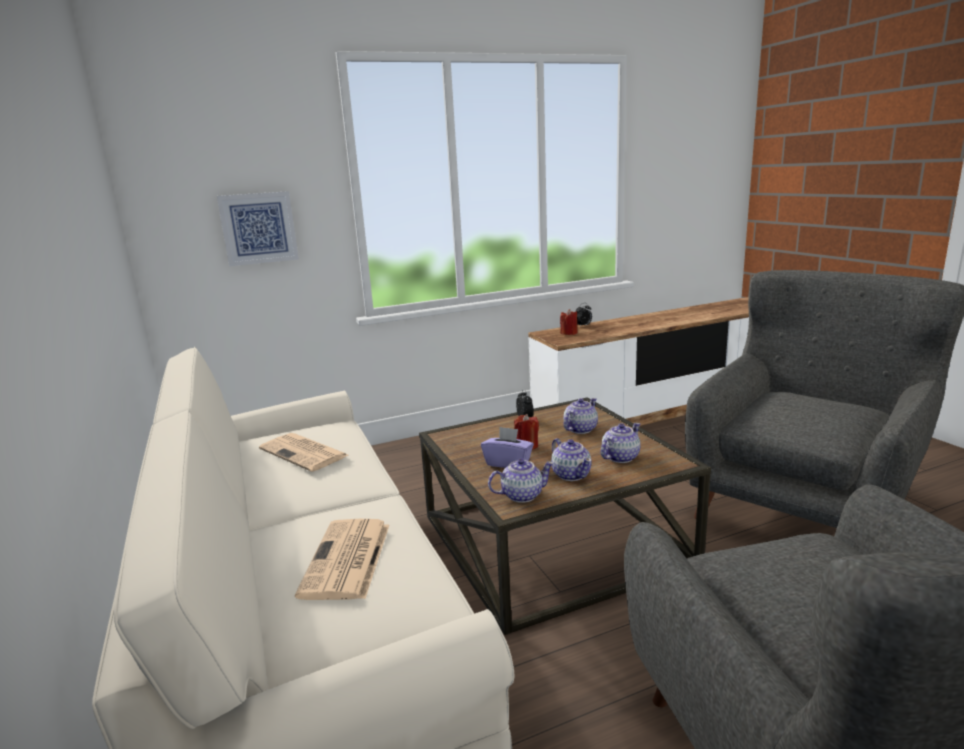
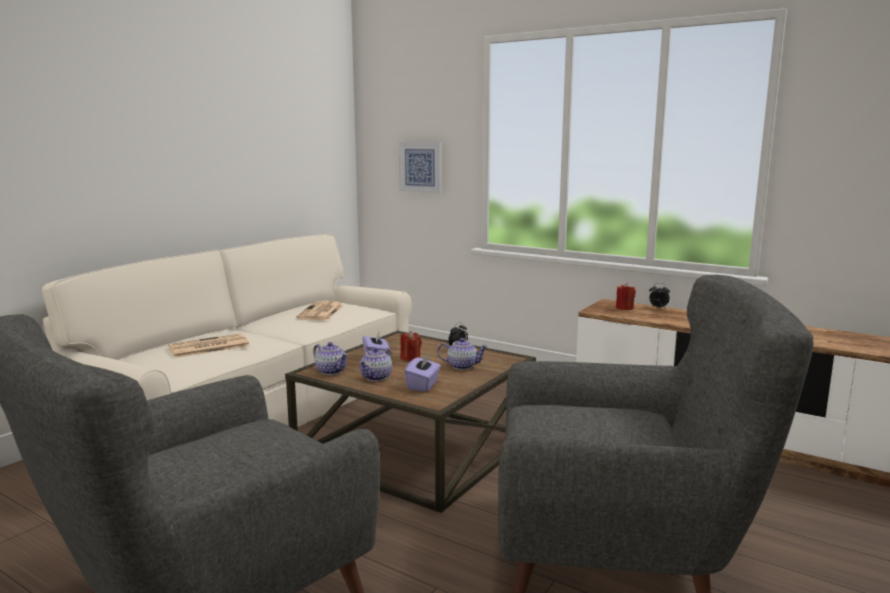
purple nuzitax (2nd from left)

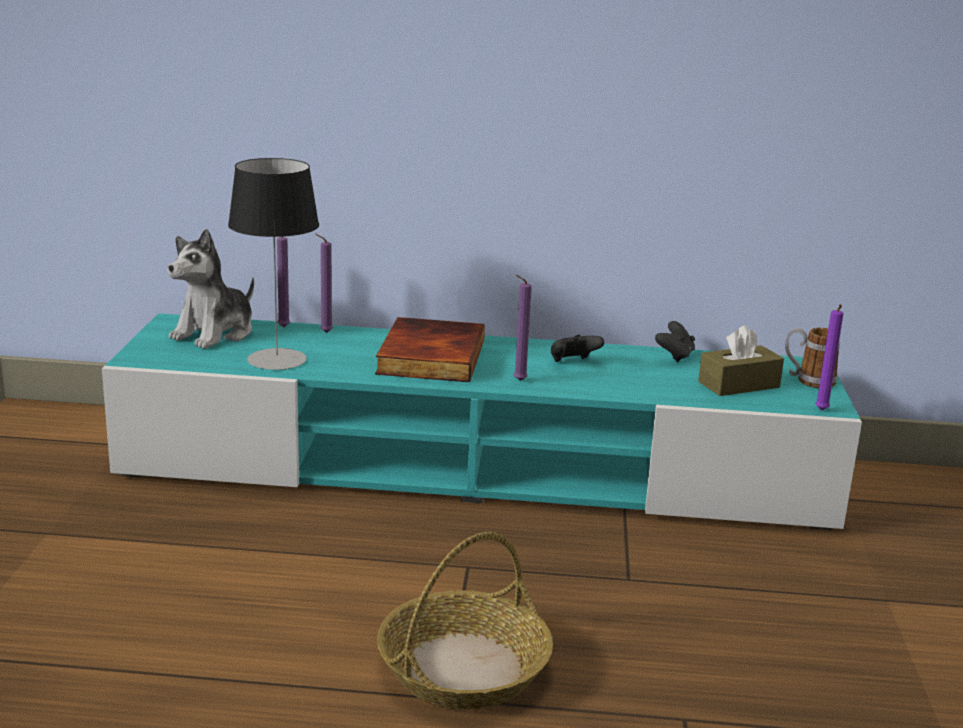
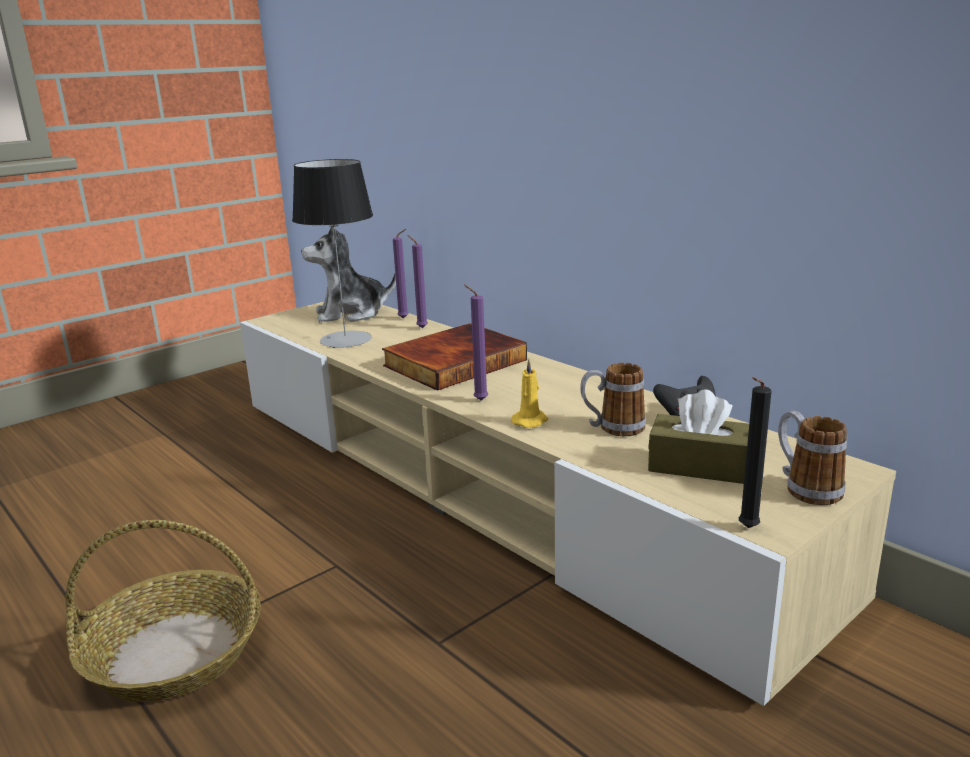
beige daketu
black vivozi (1st from left in the first image)
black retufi
yellow retufi
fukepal (1st from left)

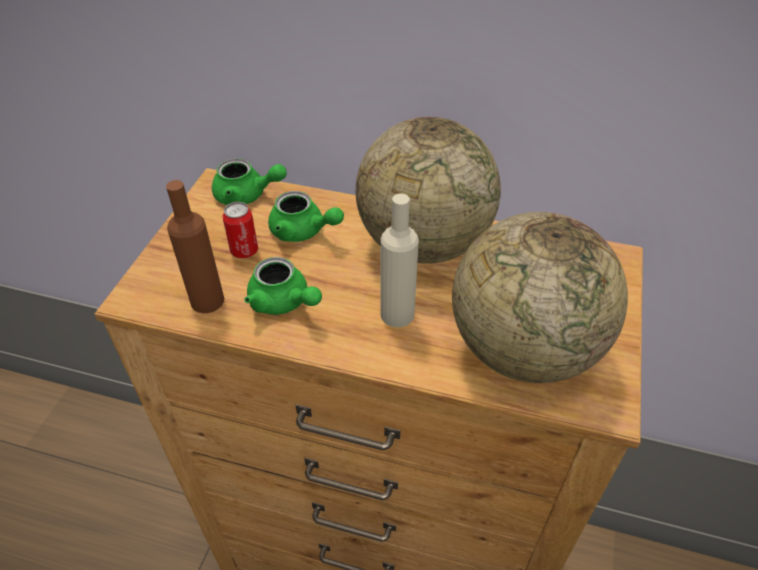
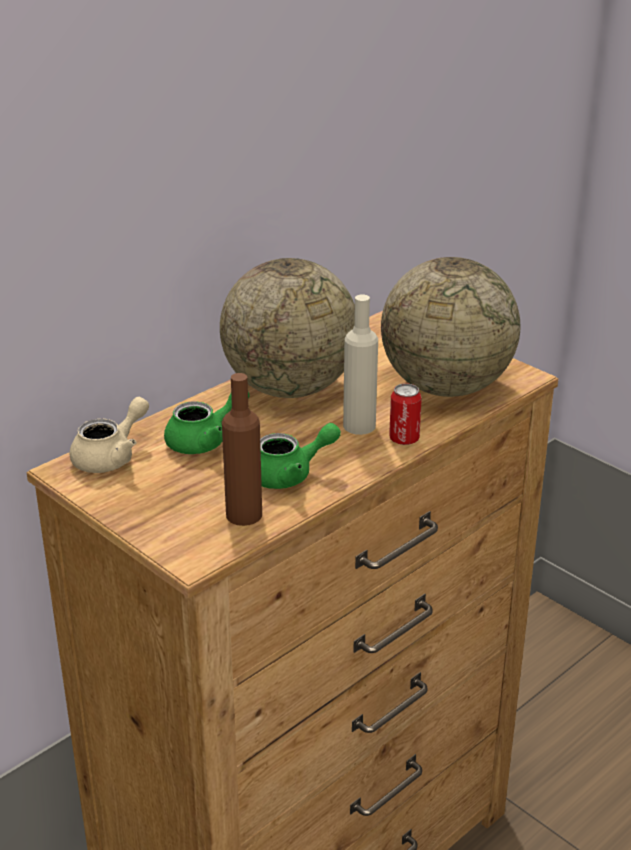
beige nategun
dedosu

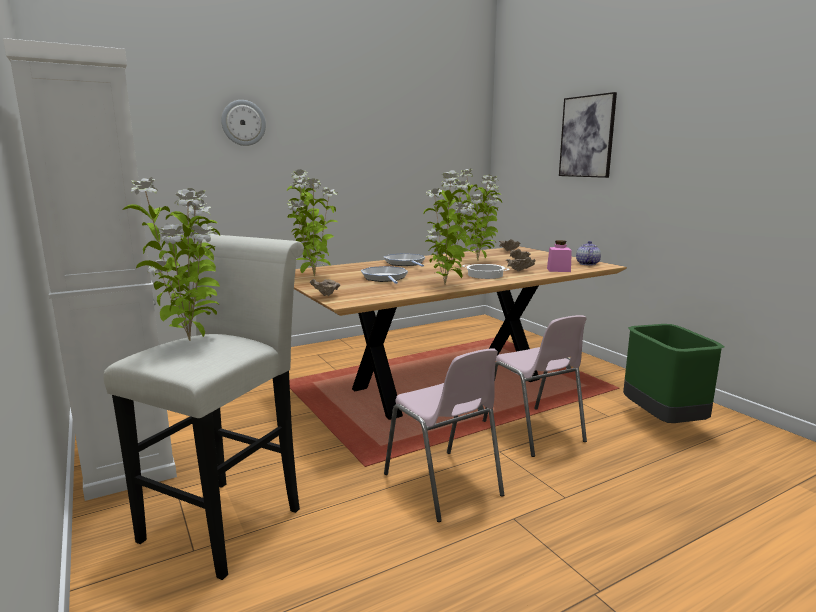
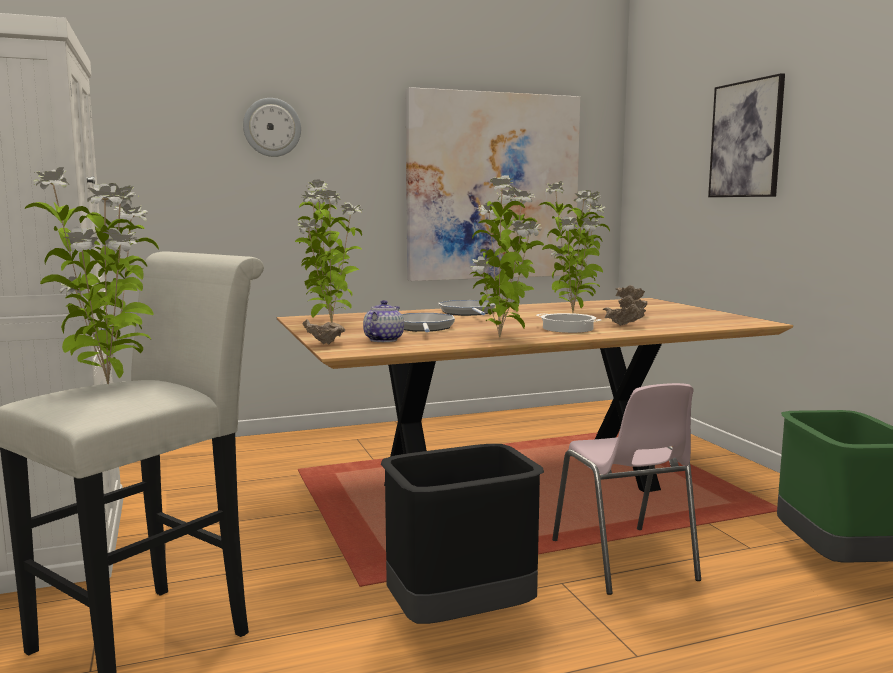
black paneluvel
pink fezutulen
nategun
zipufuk (1st from left)

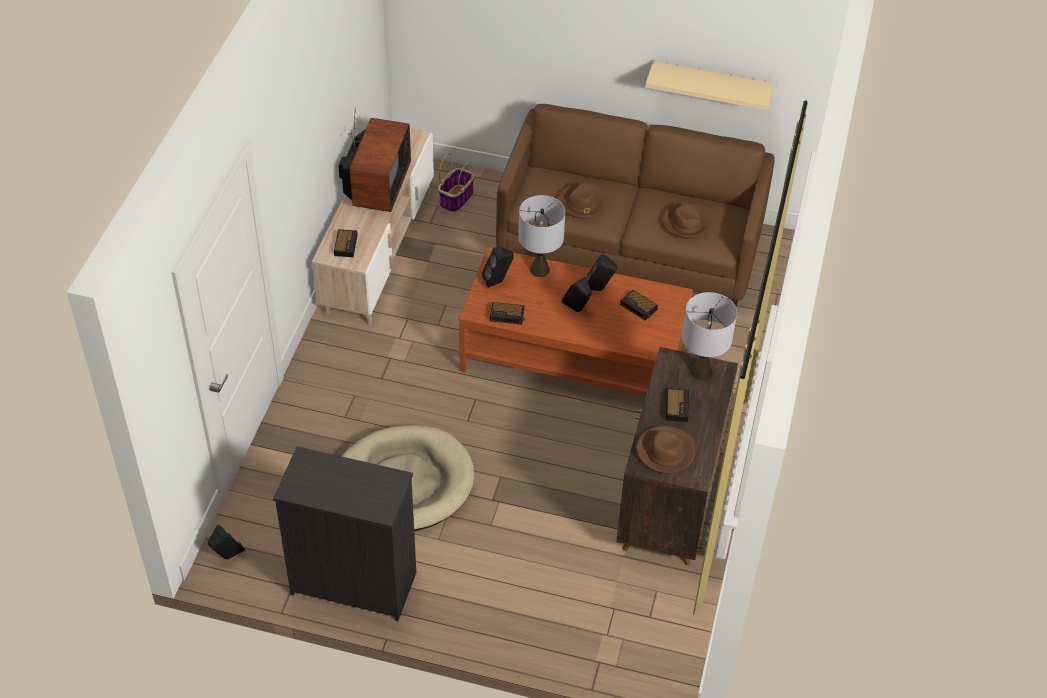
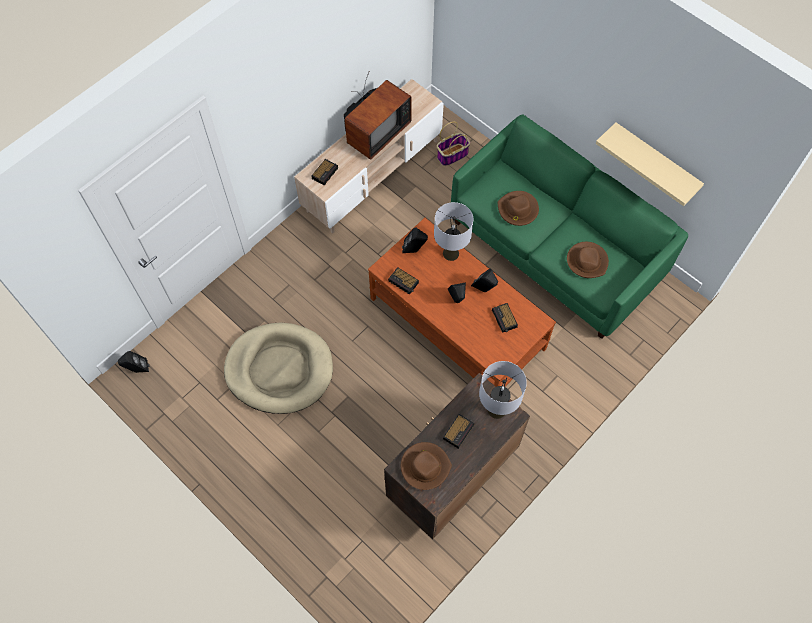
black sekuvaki
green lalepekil

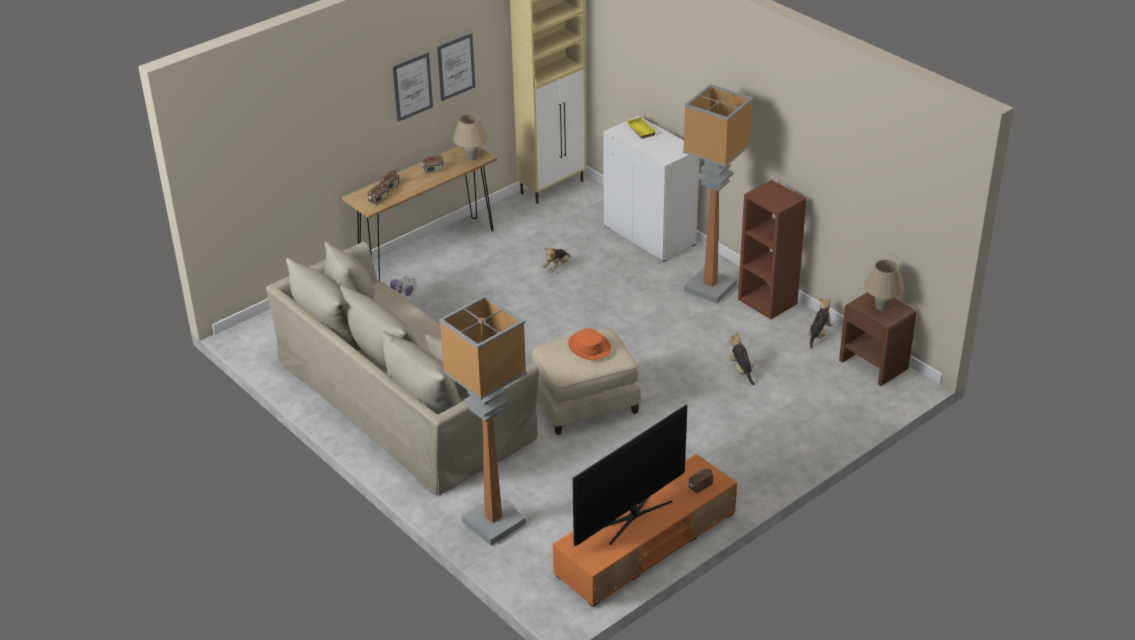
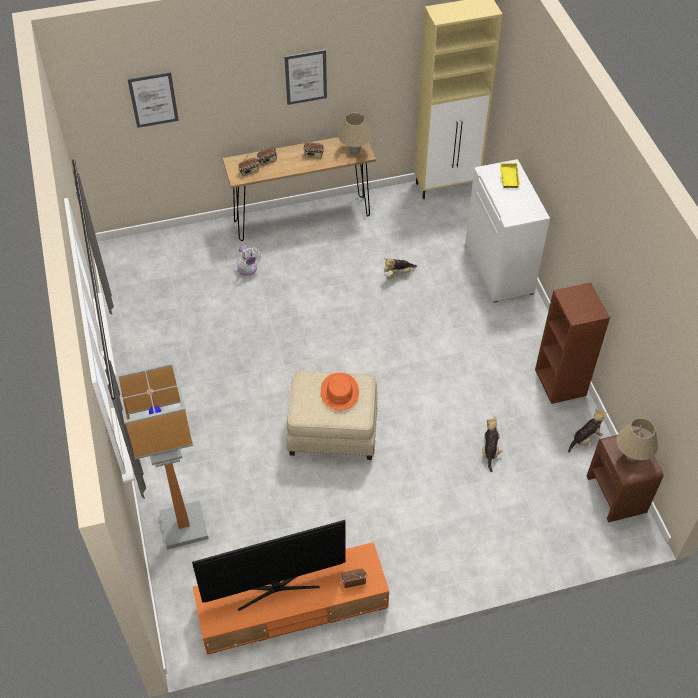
beige lalepekil
zipufuk (1st from left)
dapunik (2nd from left in the first image)

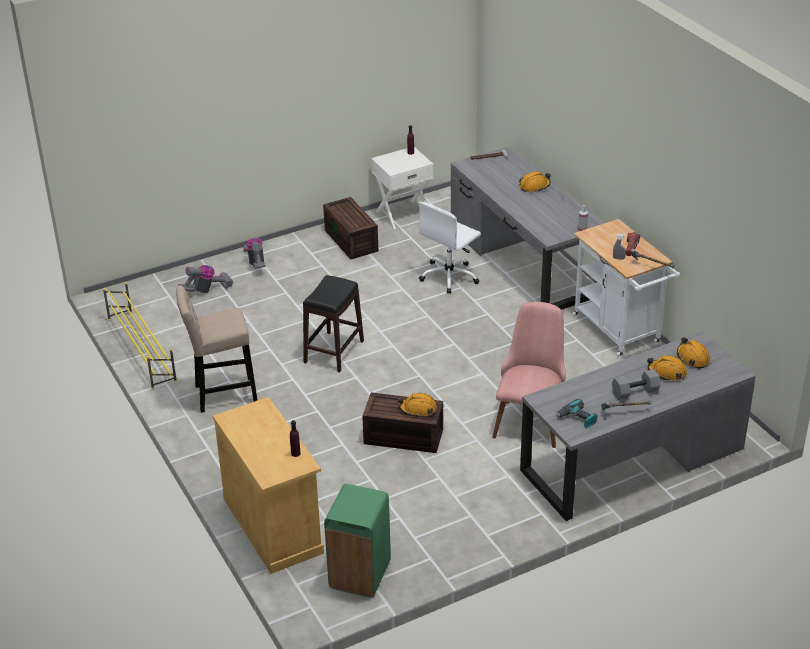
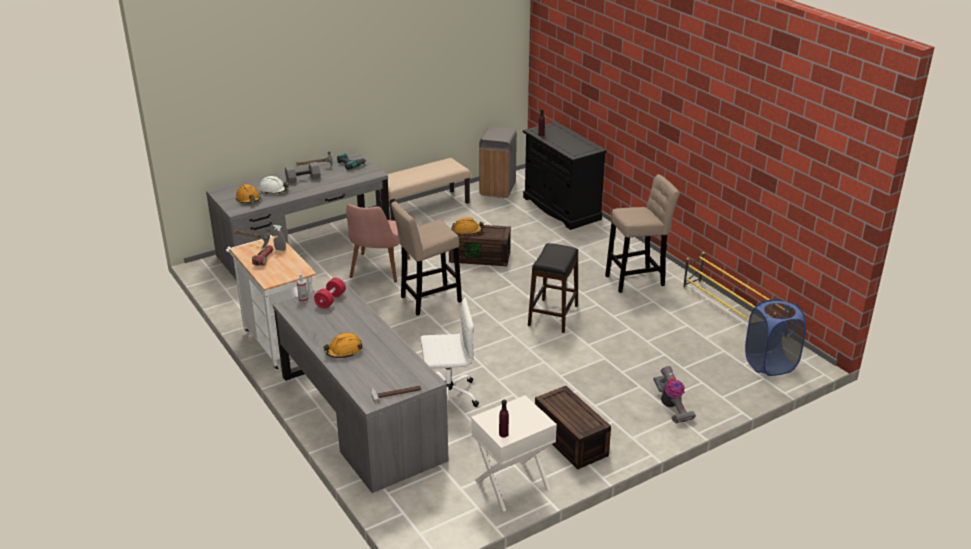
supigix (1st from left in the first image)
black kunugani
grey paneluvel
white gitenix
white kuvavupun
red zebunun
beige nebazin
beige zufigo (1st from left)
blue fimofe

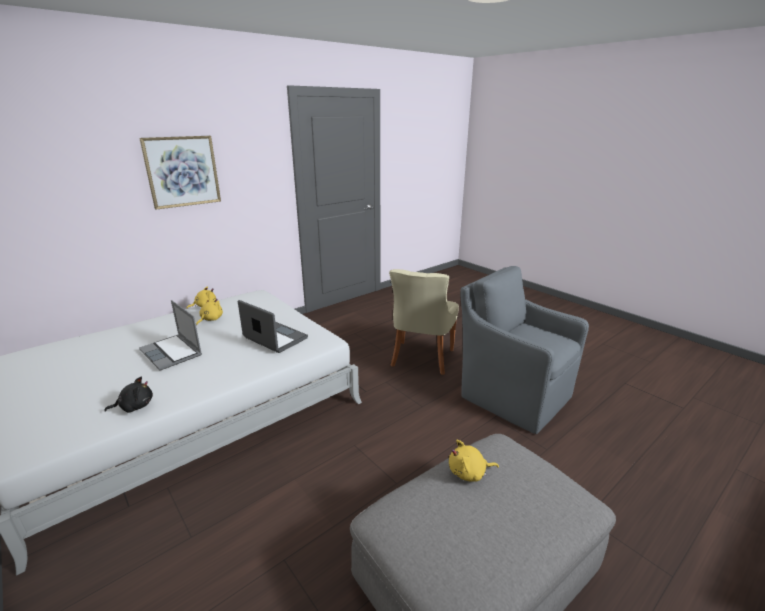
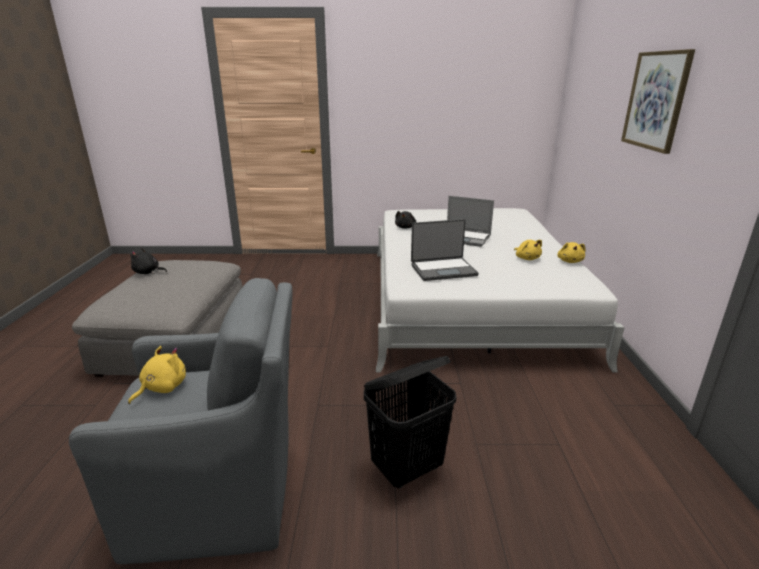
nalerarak (2nd from left)
black fimofe
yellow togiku (1st from left)
black togiku (1st from left)

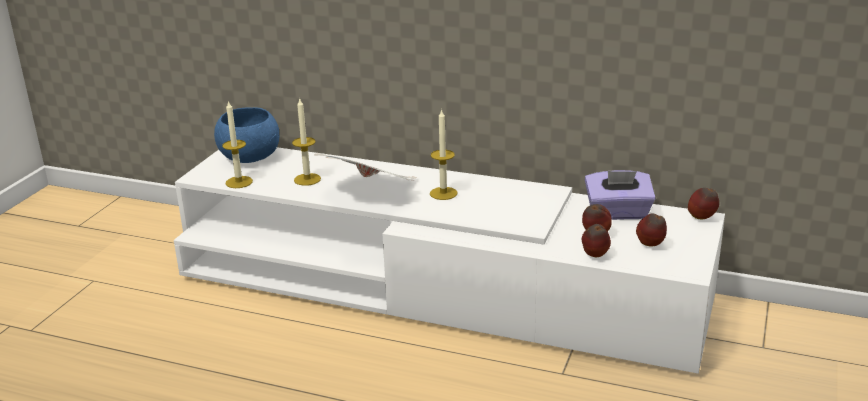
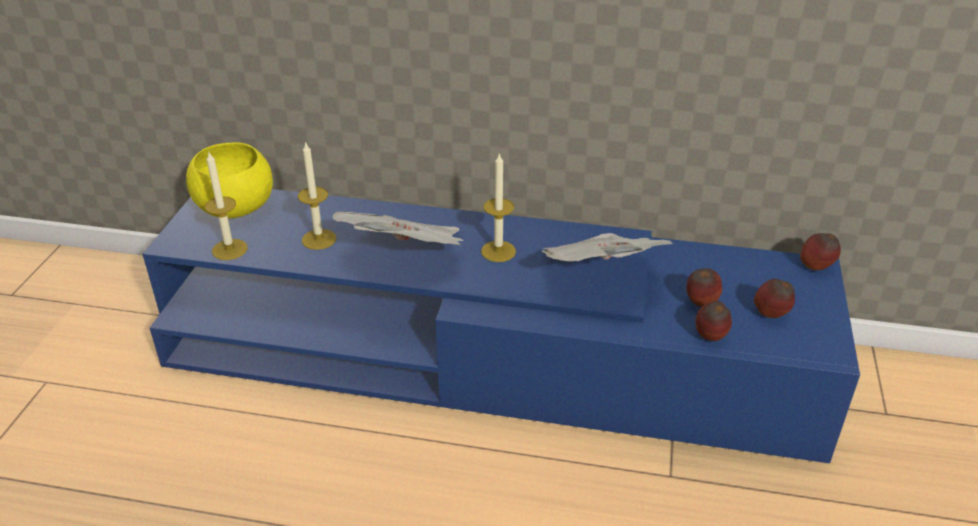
blue daketu
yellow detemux
purple nuzitax
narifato (2nd from left)

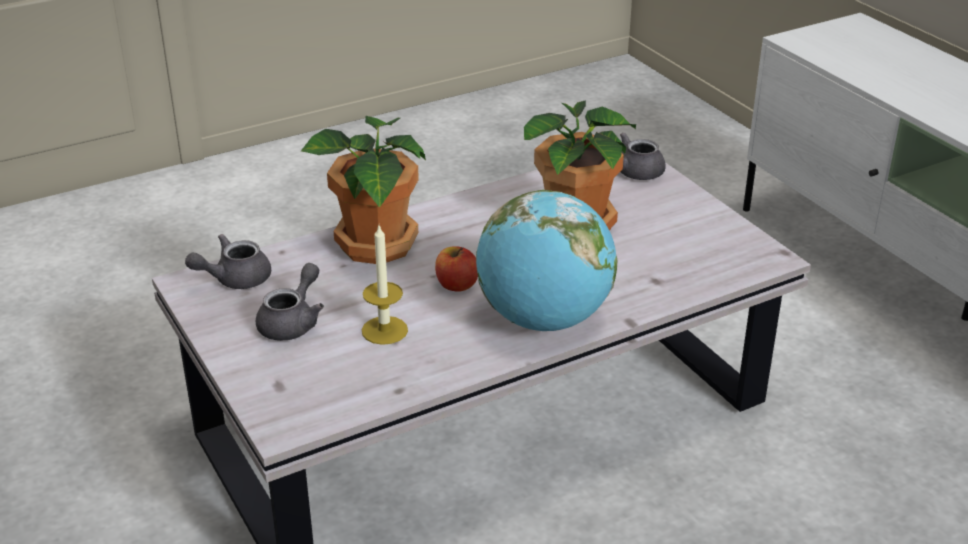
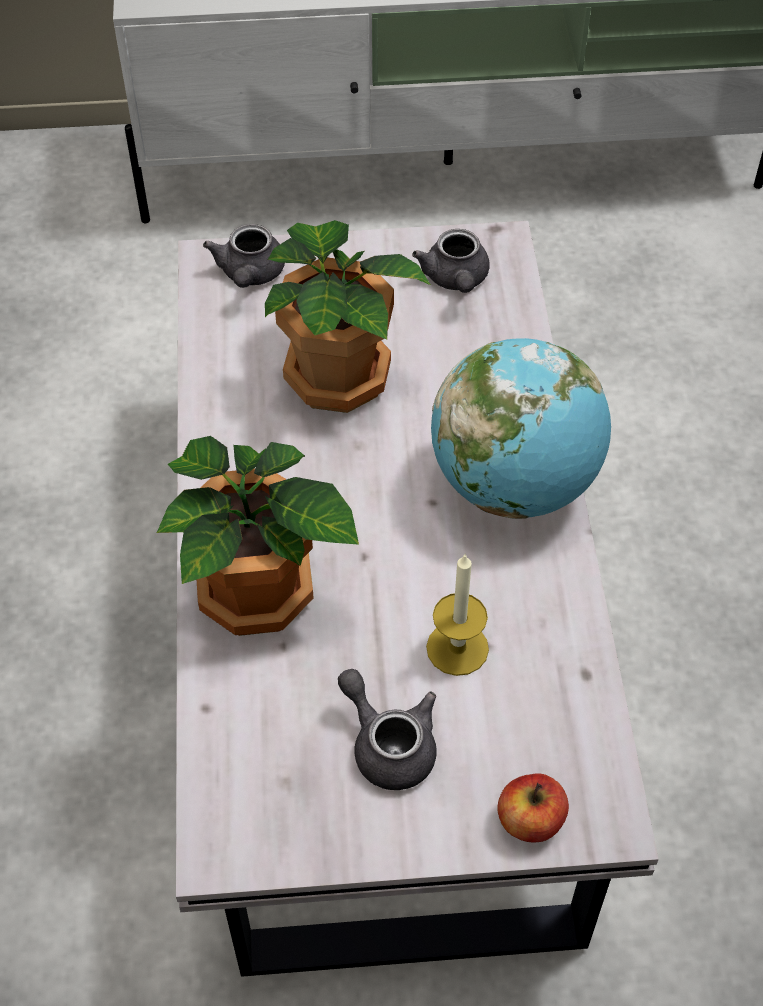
grey nategun (3rd from left)
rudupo

